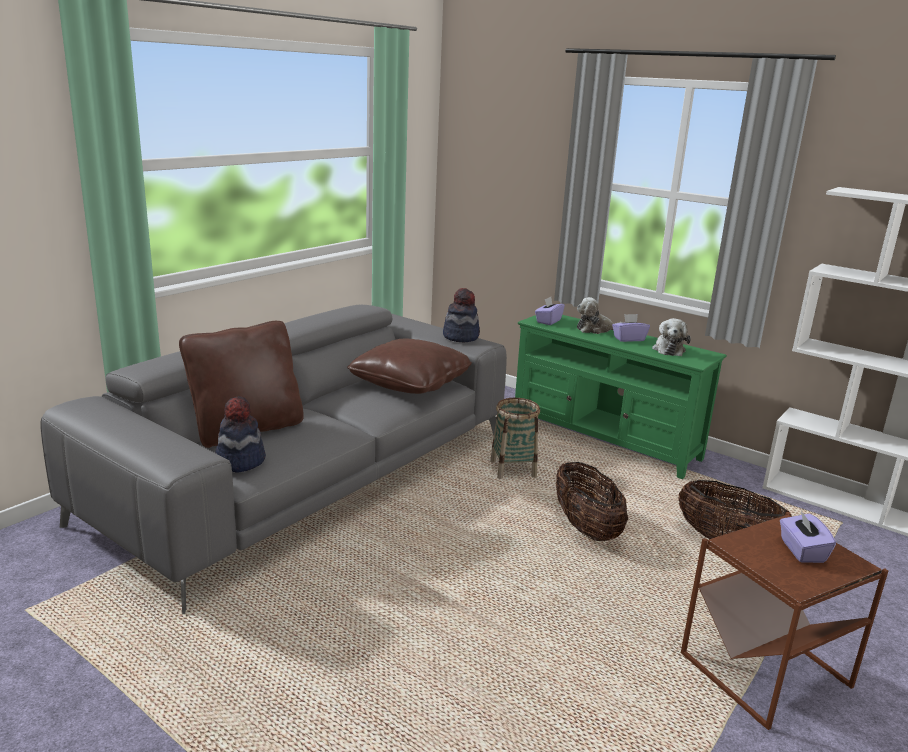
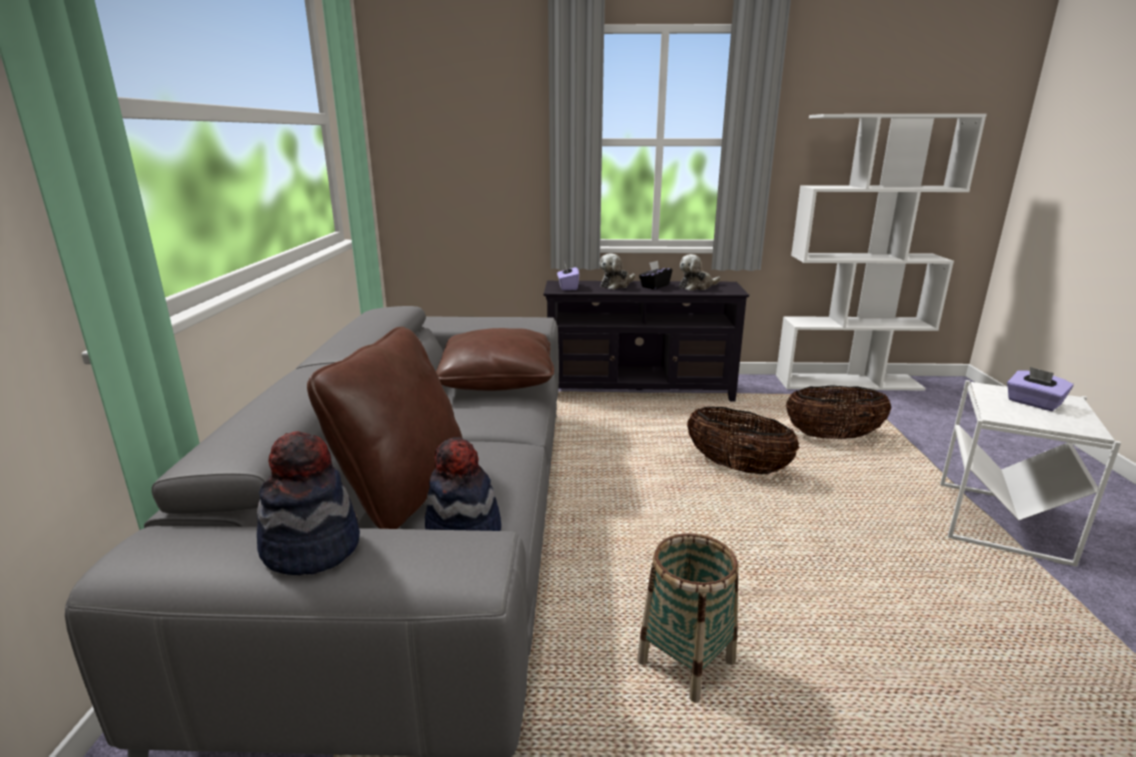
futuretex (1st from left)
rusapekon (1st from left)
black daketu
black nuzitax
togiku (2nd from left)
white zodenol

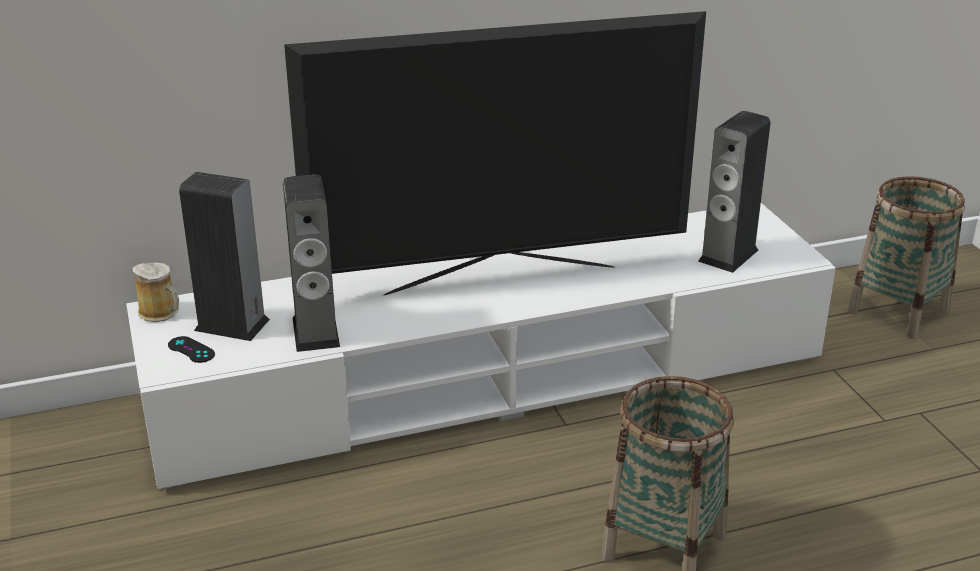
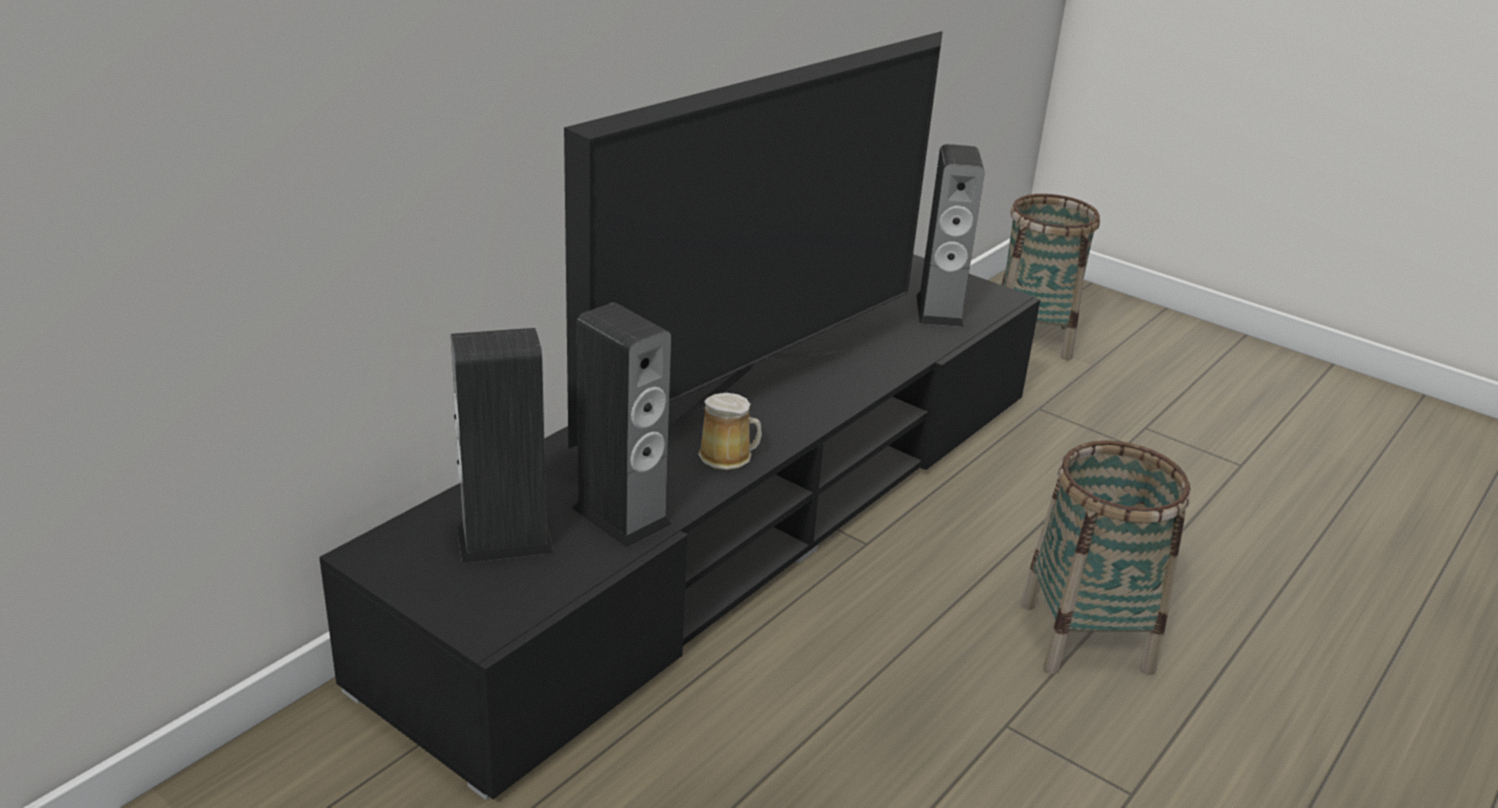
black daketu
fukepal
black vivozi

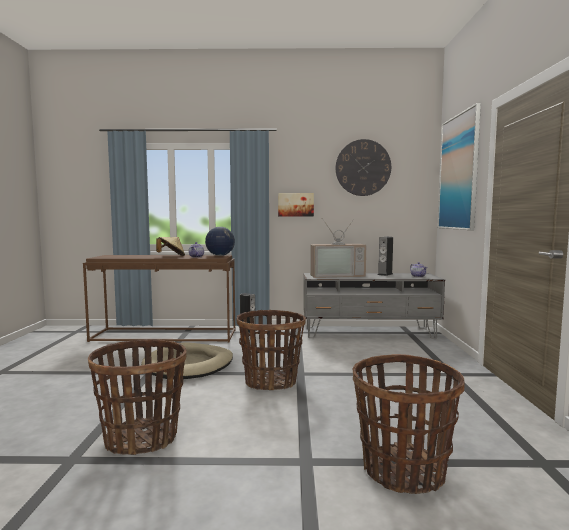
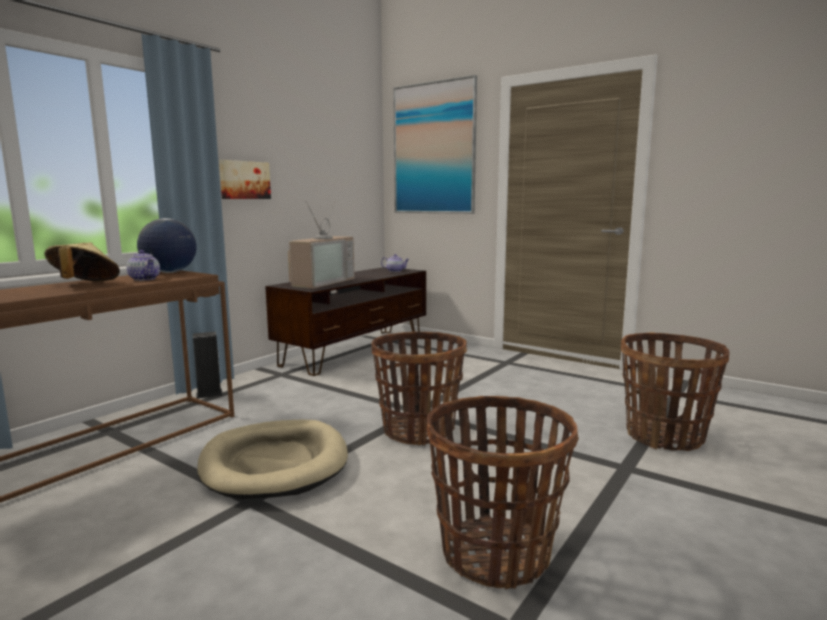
brown daketu
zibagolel
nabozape (2nd from left in the first image)

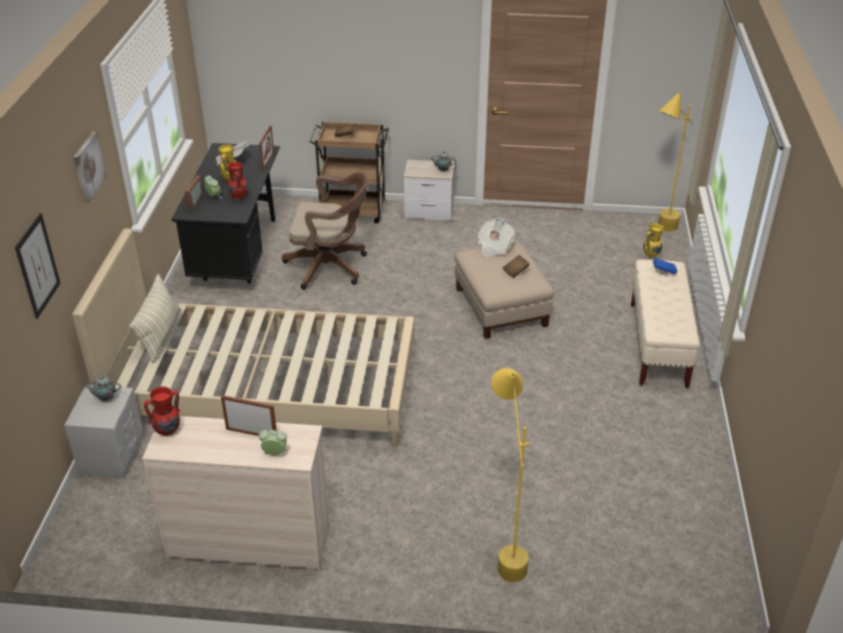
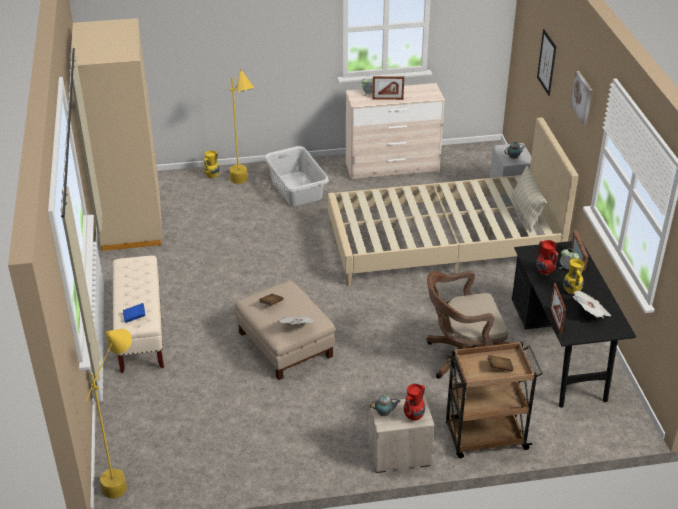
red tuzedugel (1st from left)
yellow tuzedugel (1st from left)
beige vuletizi
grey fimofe

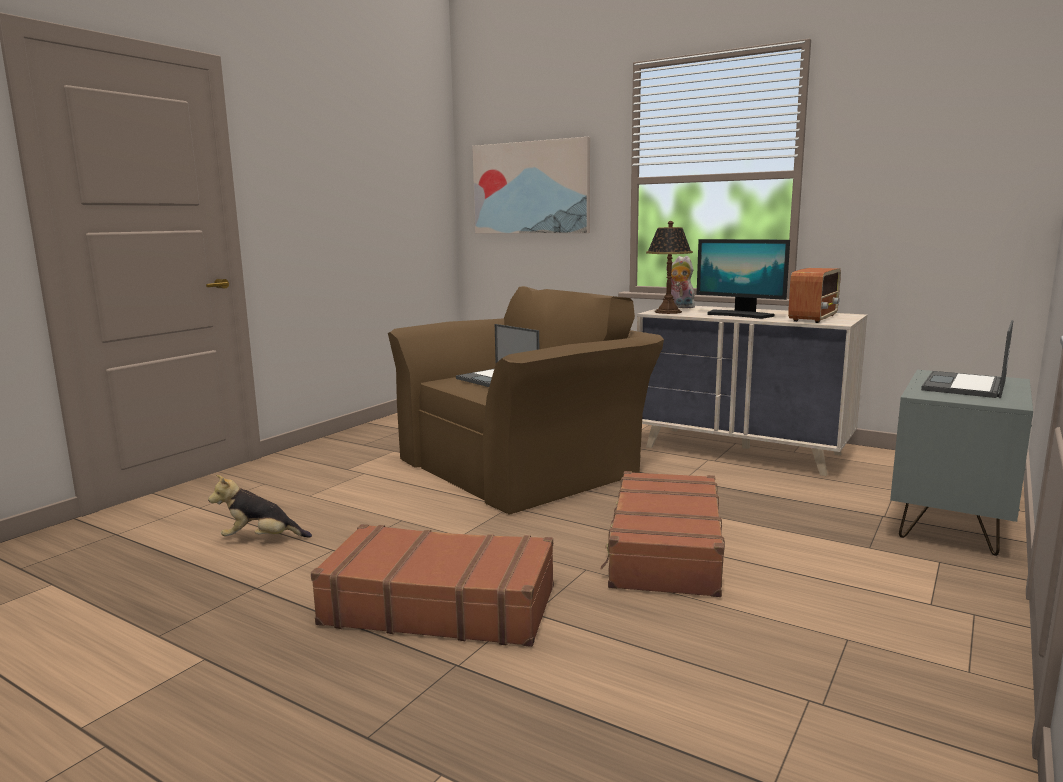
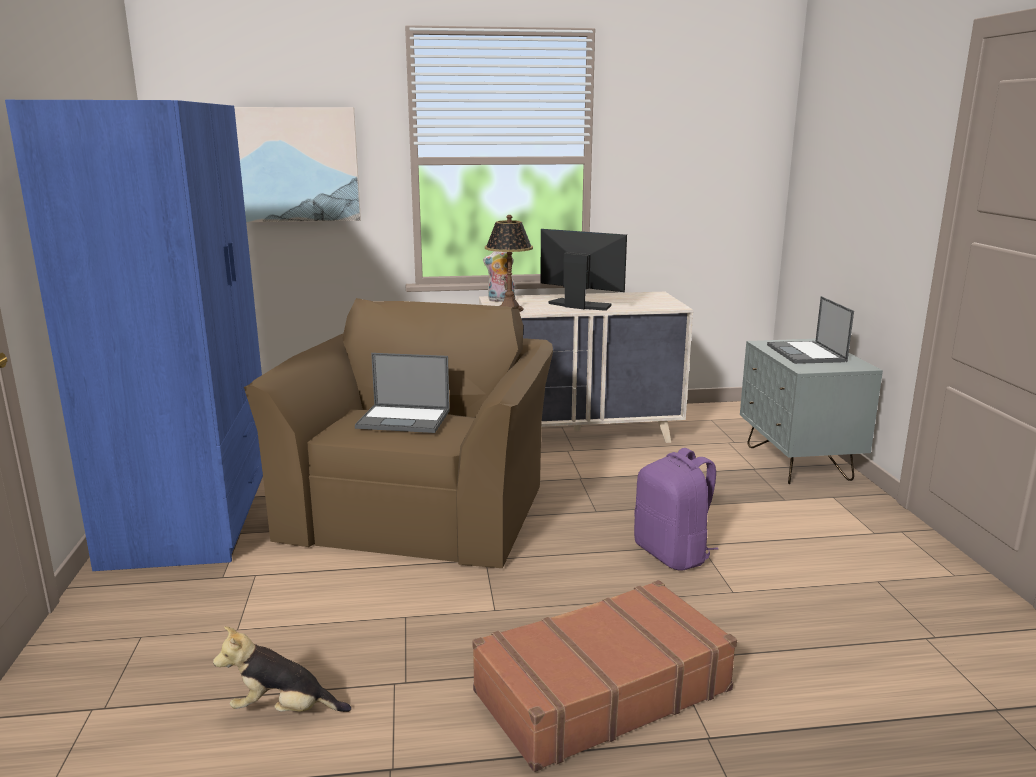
togiku (1st from left)
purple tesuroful
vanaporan
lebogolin
blue vuletizi

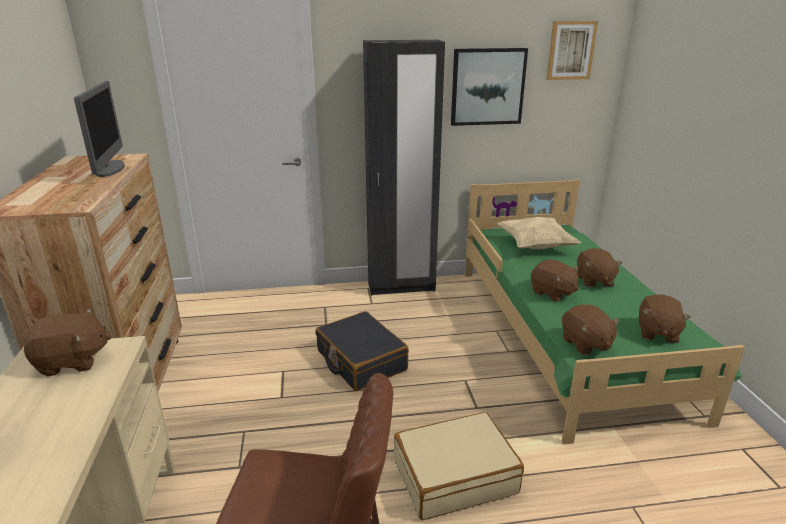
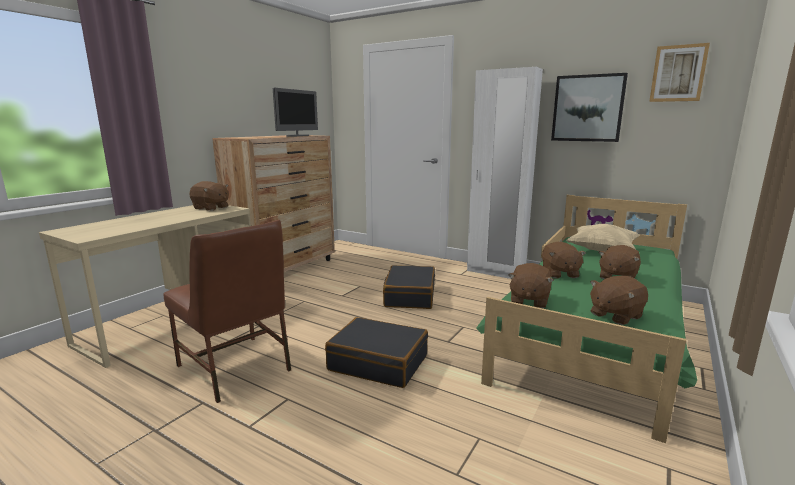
white vuletizi
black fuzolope (1st from left)

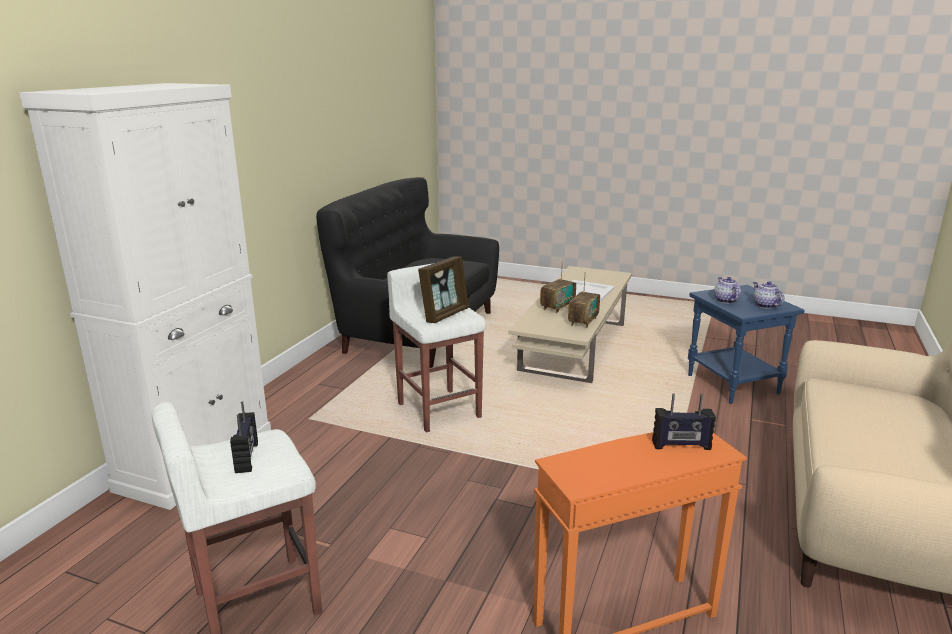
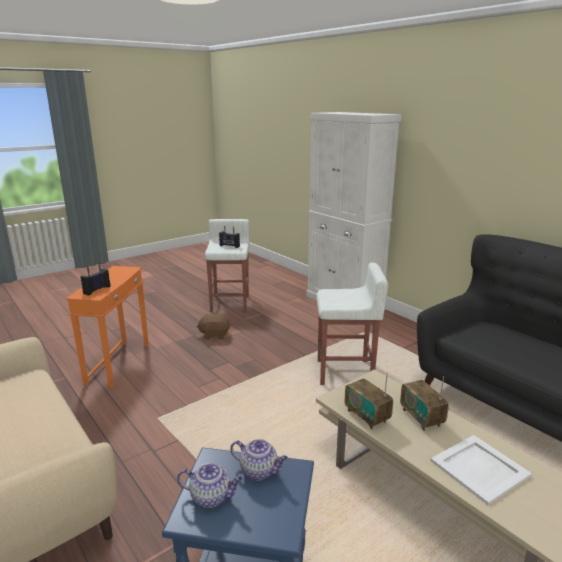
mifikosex
brown togiku

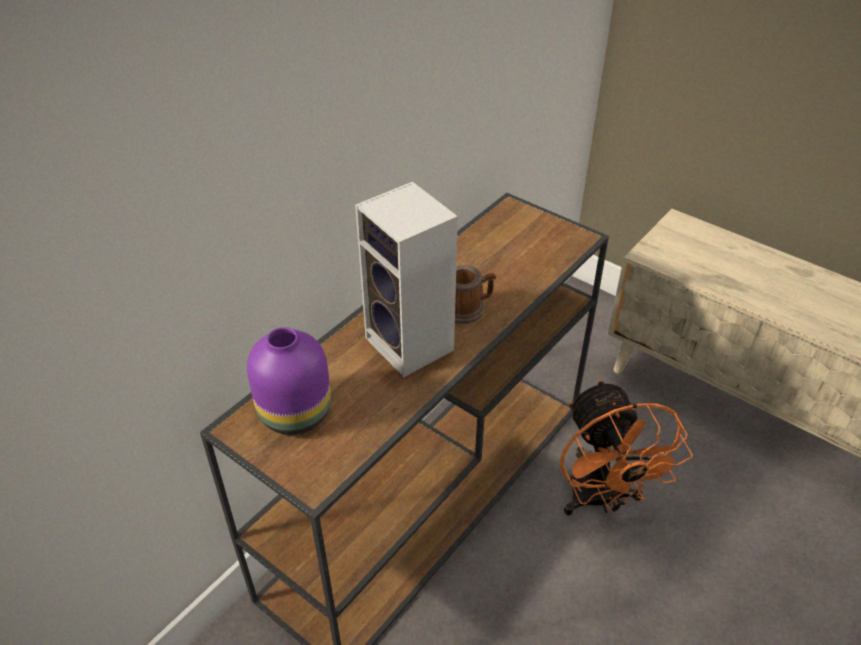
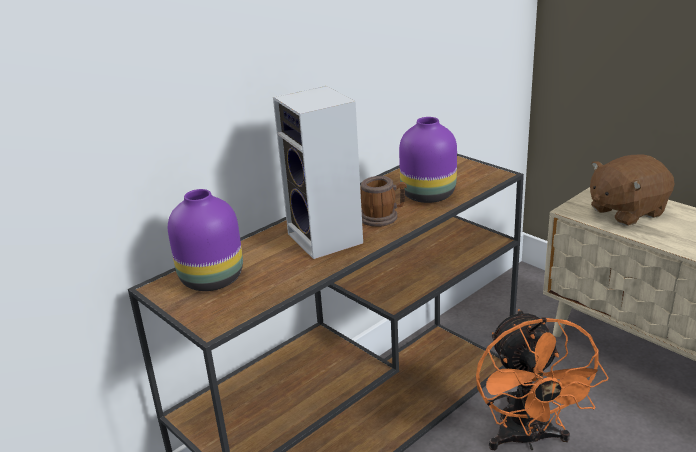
purple tuzedugel (2nd from left)
brown togiku

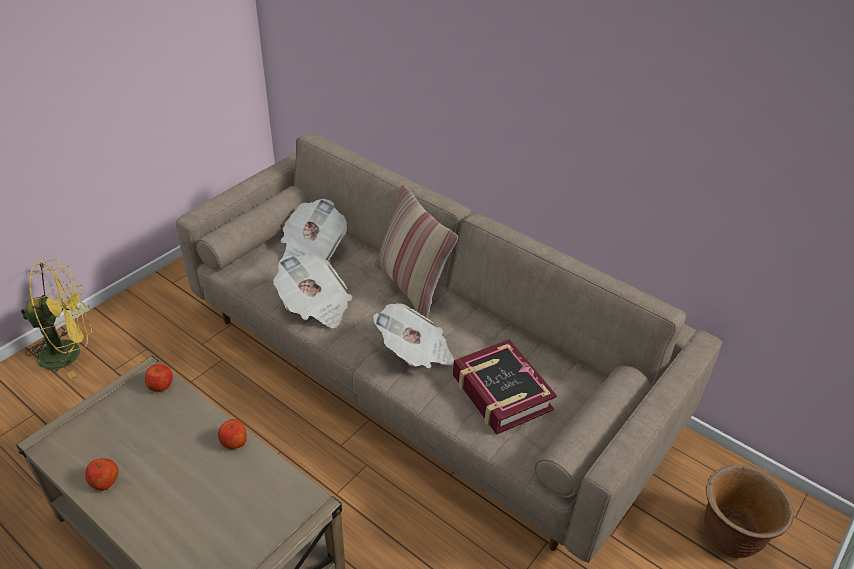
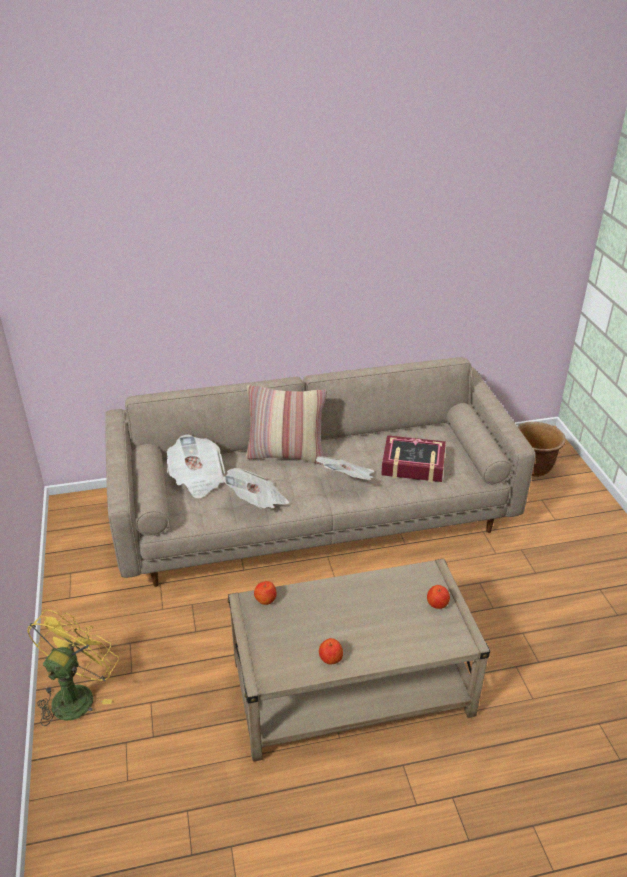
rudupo (3rd from left)

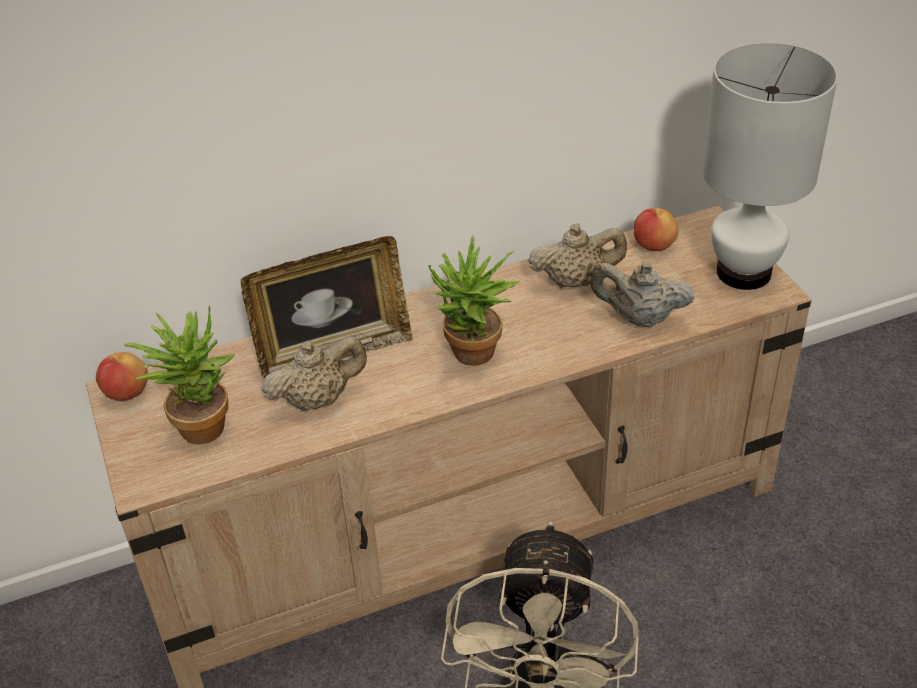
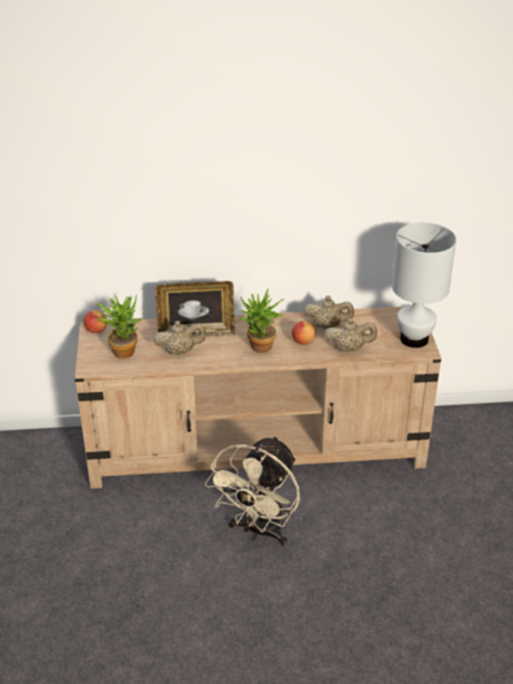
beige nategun (3rd from left)
rudupo (2nd from left)

